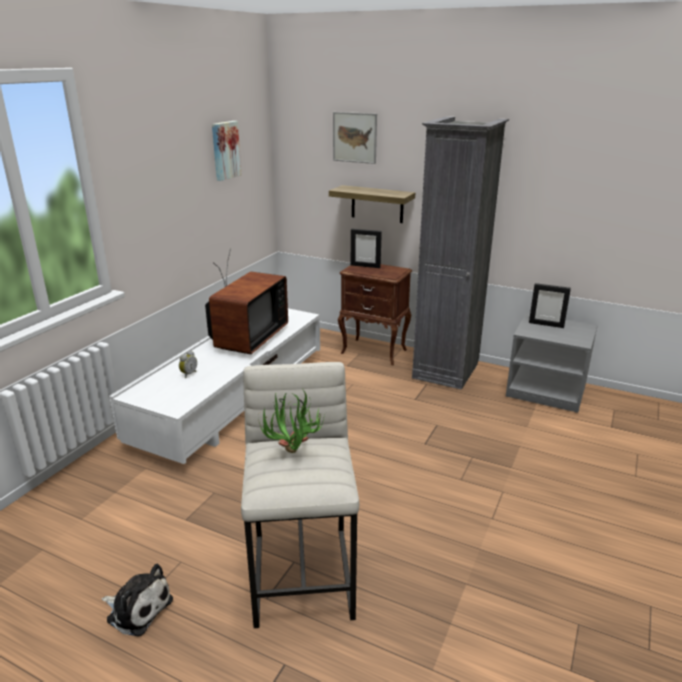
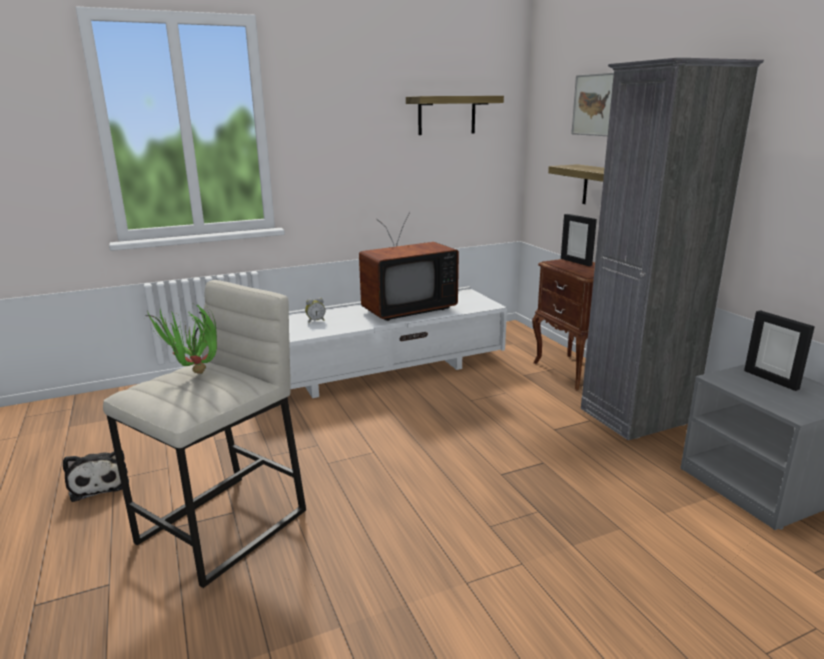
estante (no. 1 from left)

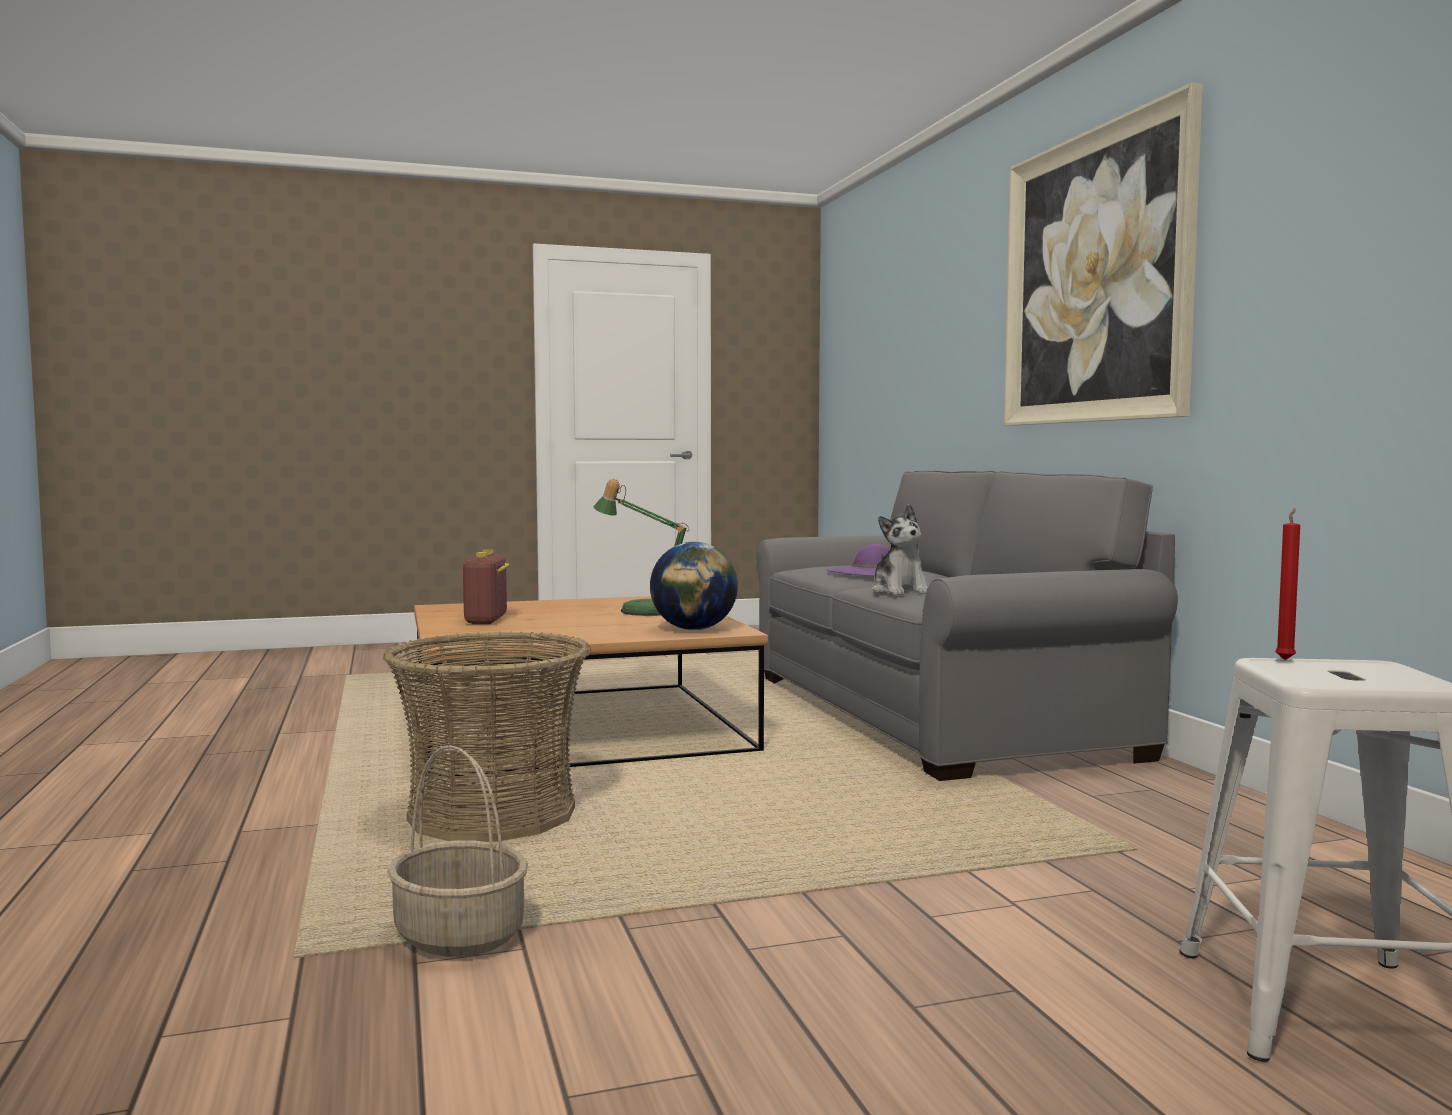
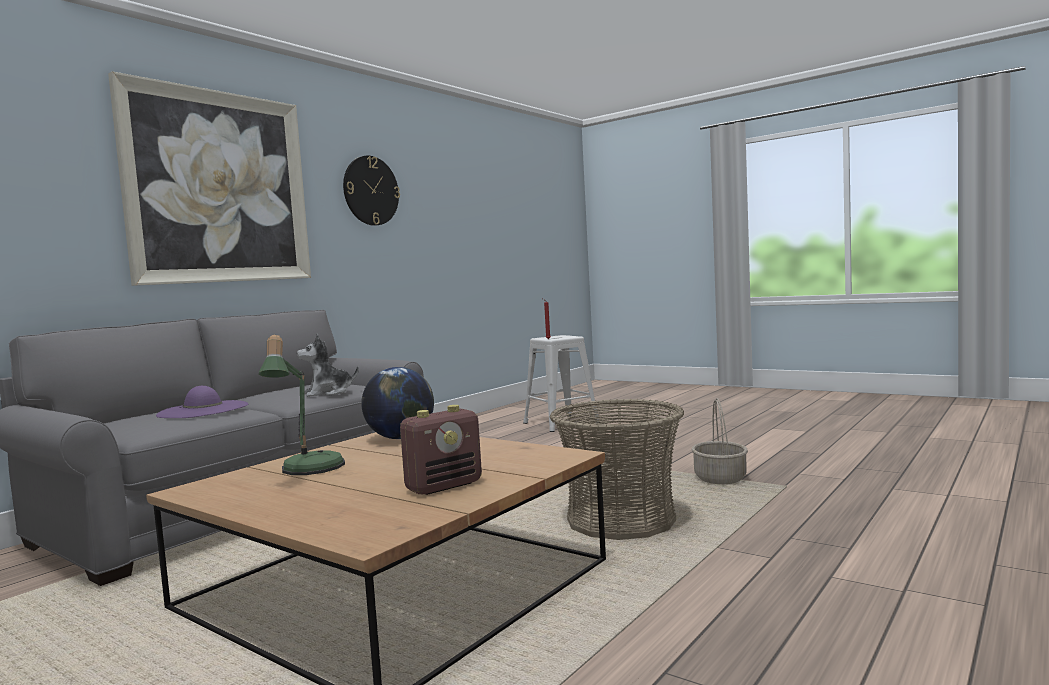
peluche
reloj de pared

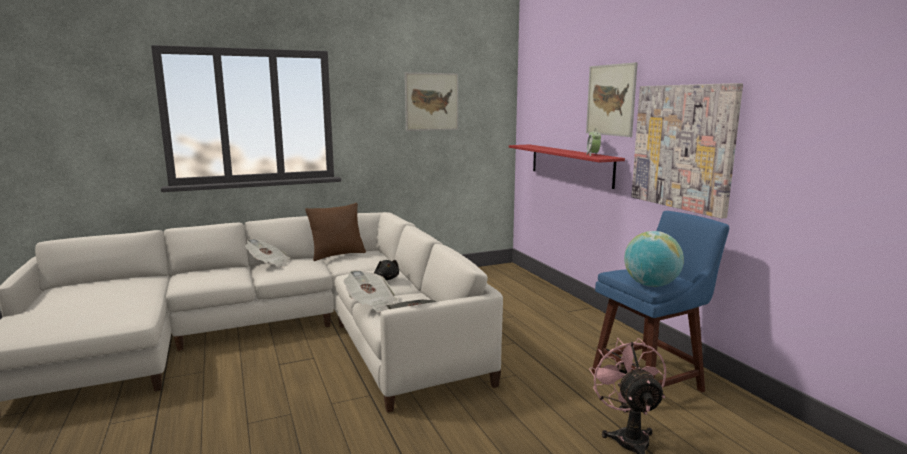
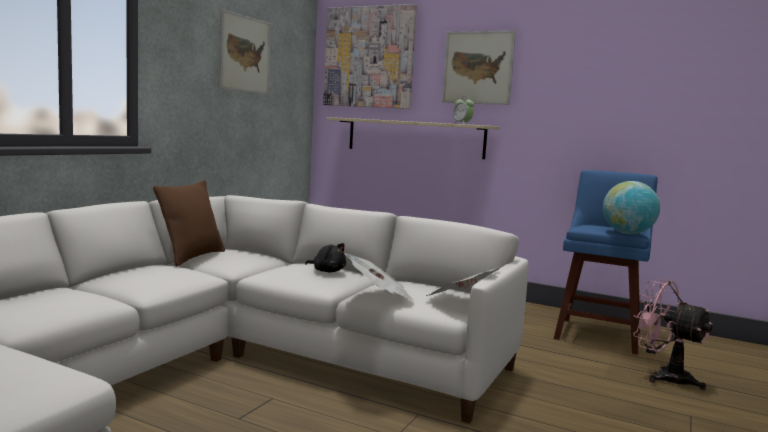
cuadro (no. 2 from left)
estante (beis)
periódico (no. 1 from left in the first image)

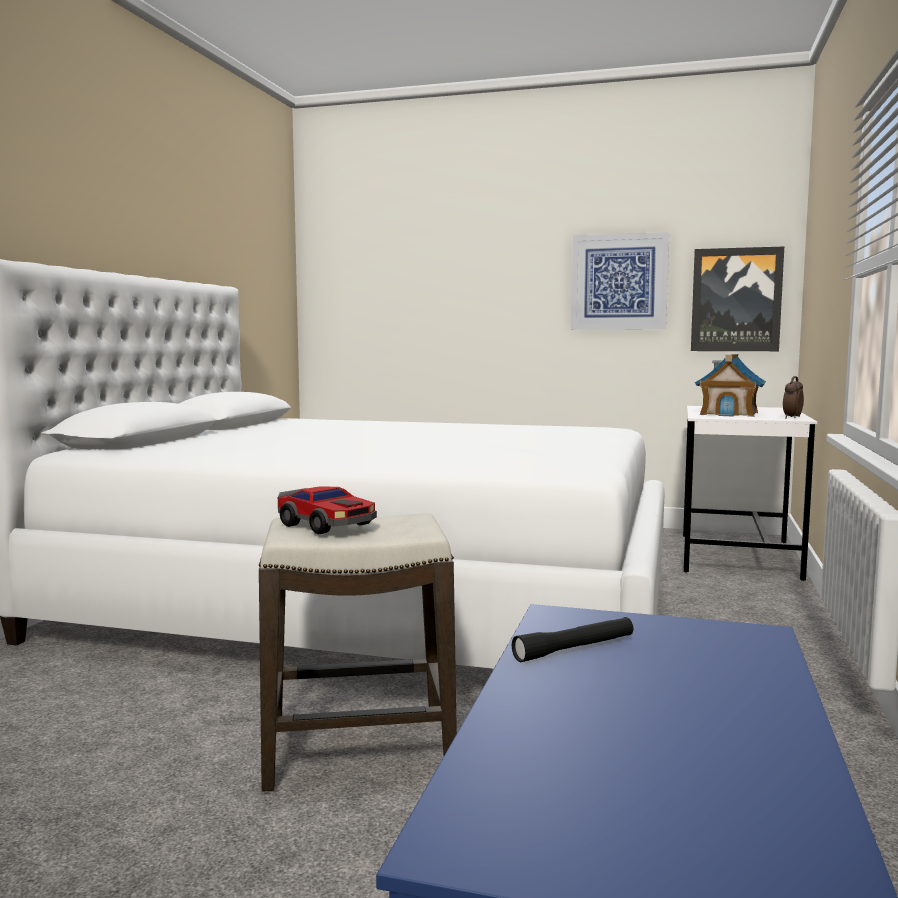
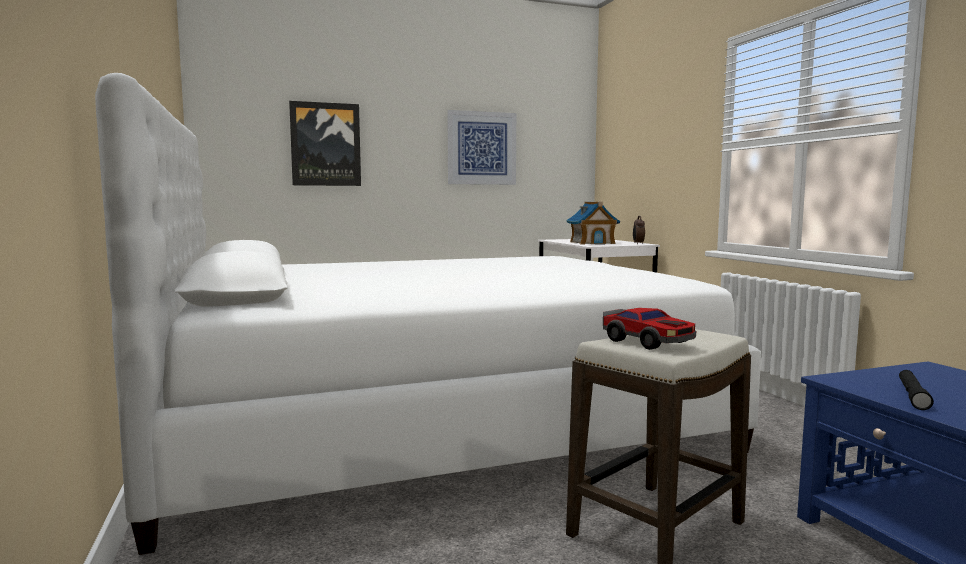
cuadro (no. 1 from left)
coche de juguete

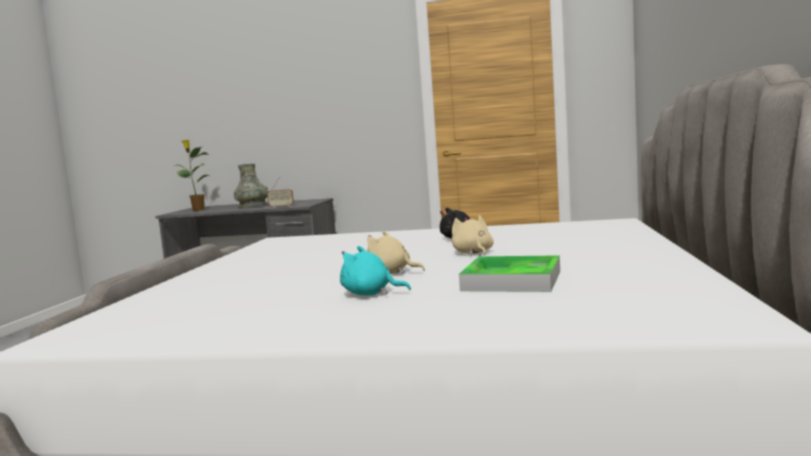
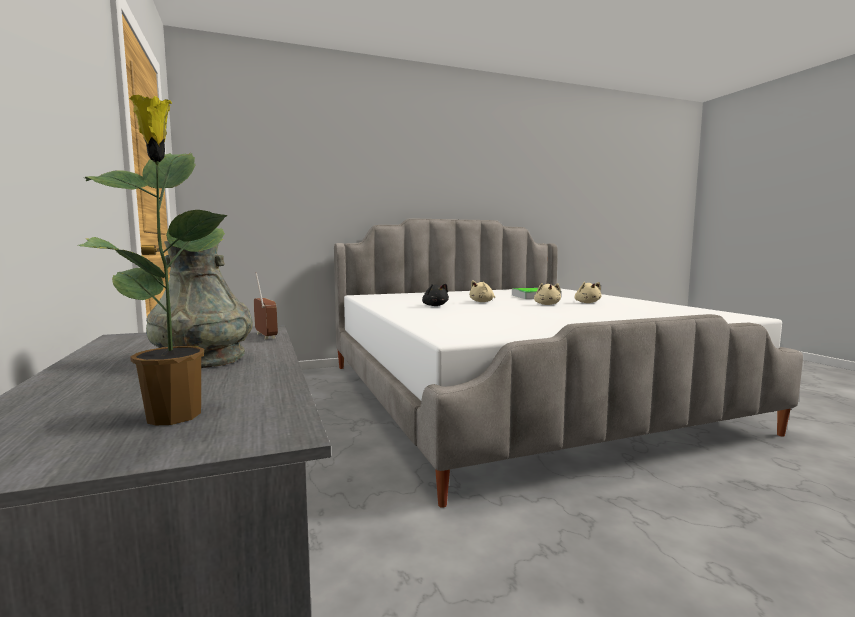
peluche (beis) (no. 3 from left)

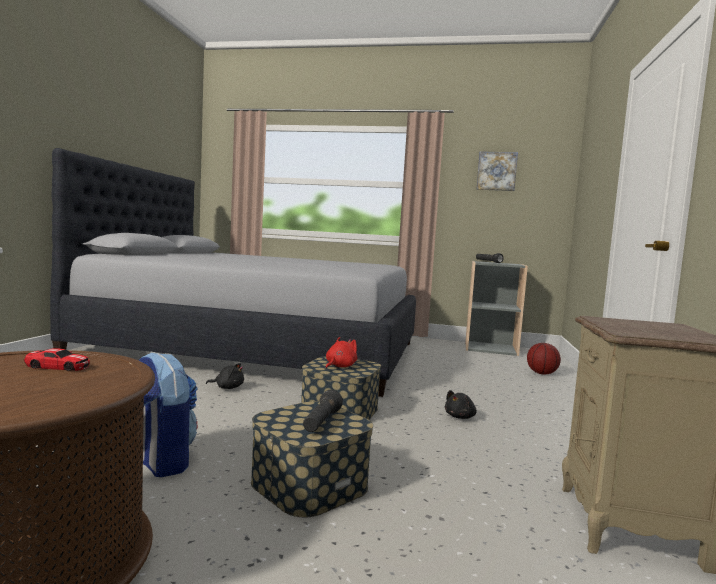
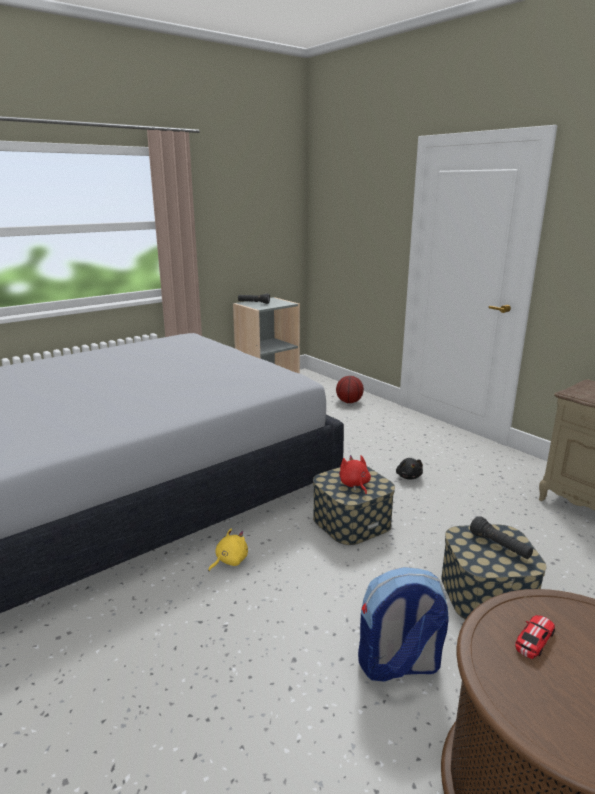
peluche (amarillo)
cuadro

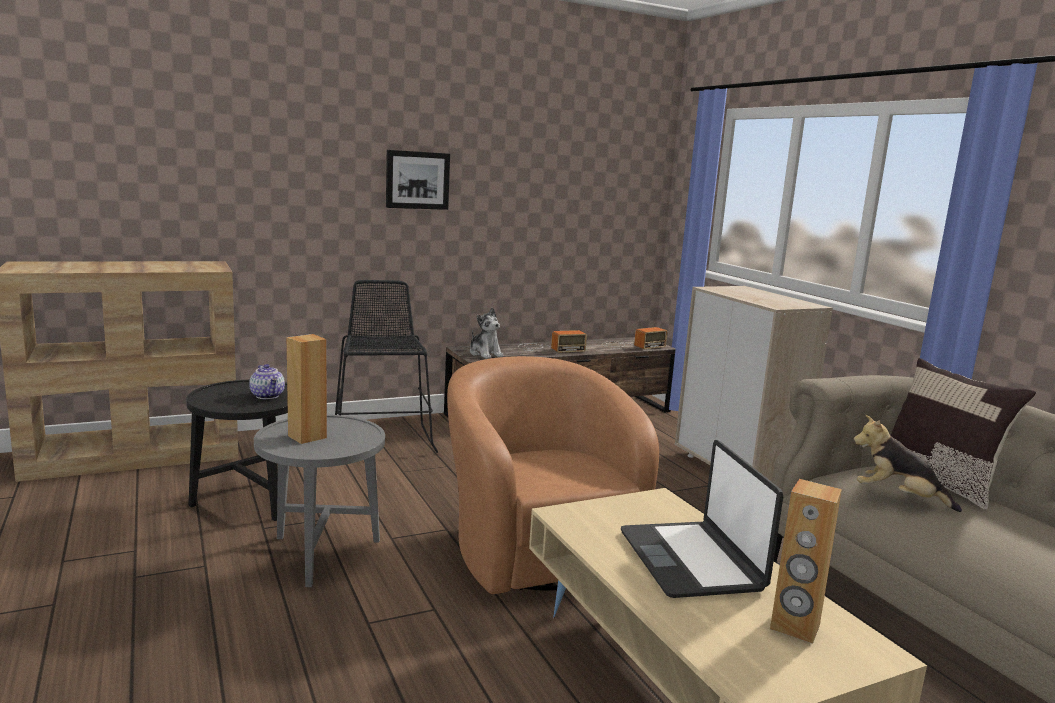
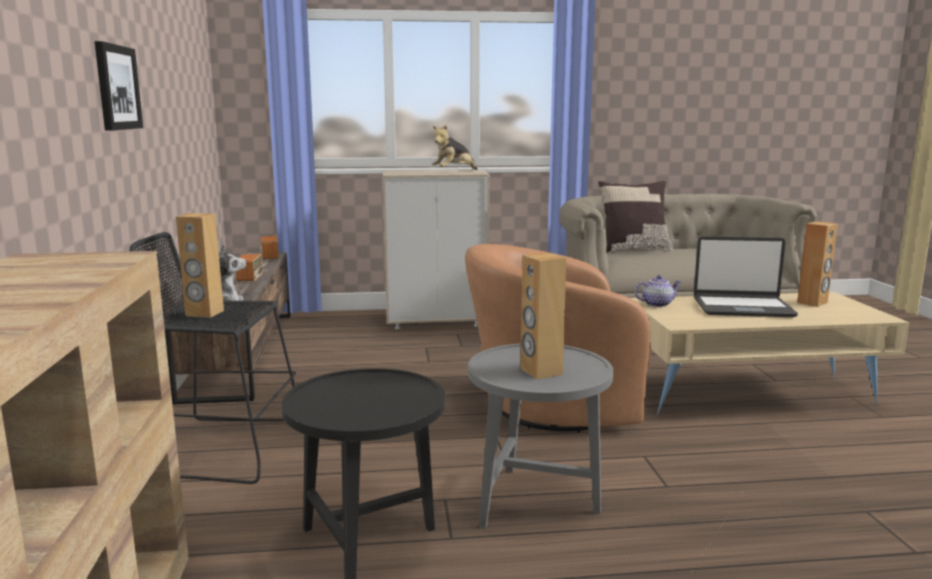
altavoz (marrón) (no. 1 from left)
peluche (no. 2 from left)
tetera

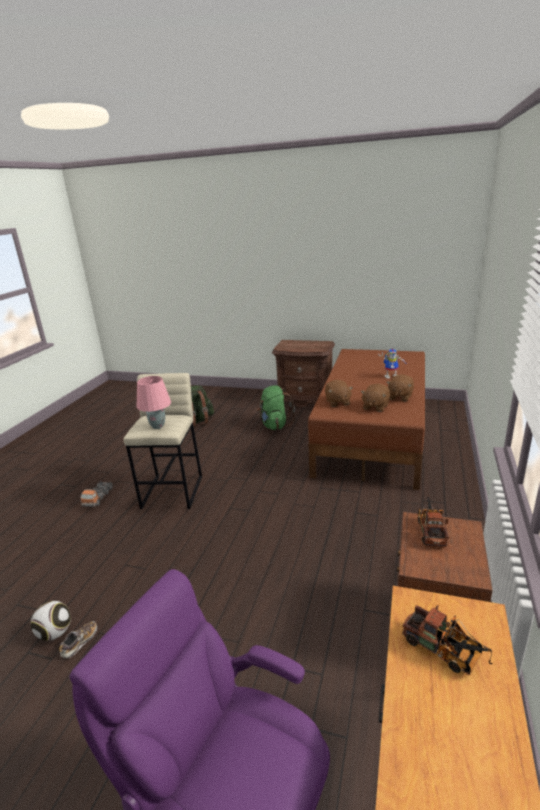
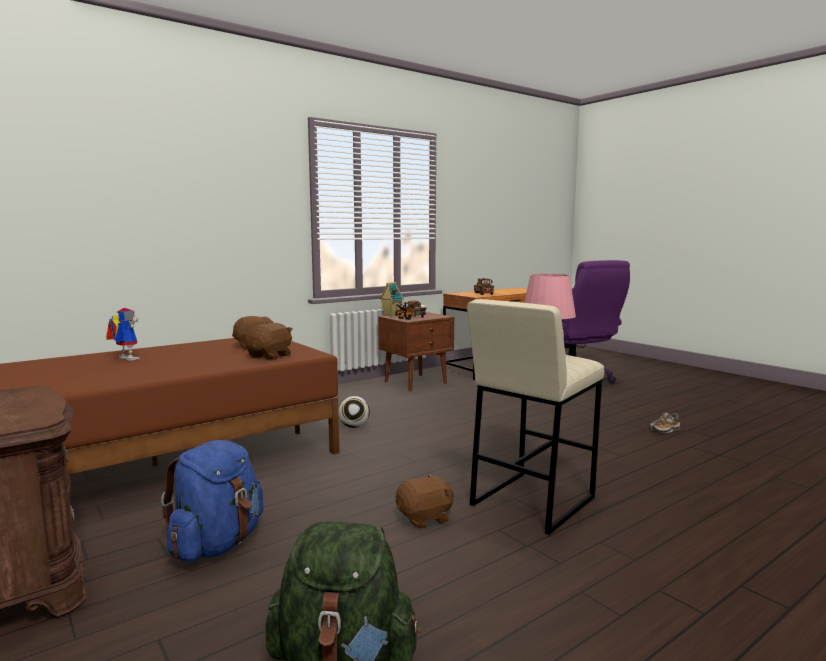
mochila (azul)
balón de fútbol
casita
peluche (marrón) (no. 3 from left)
camión de juguete (no. 1 from left in the first image)

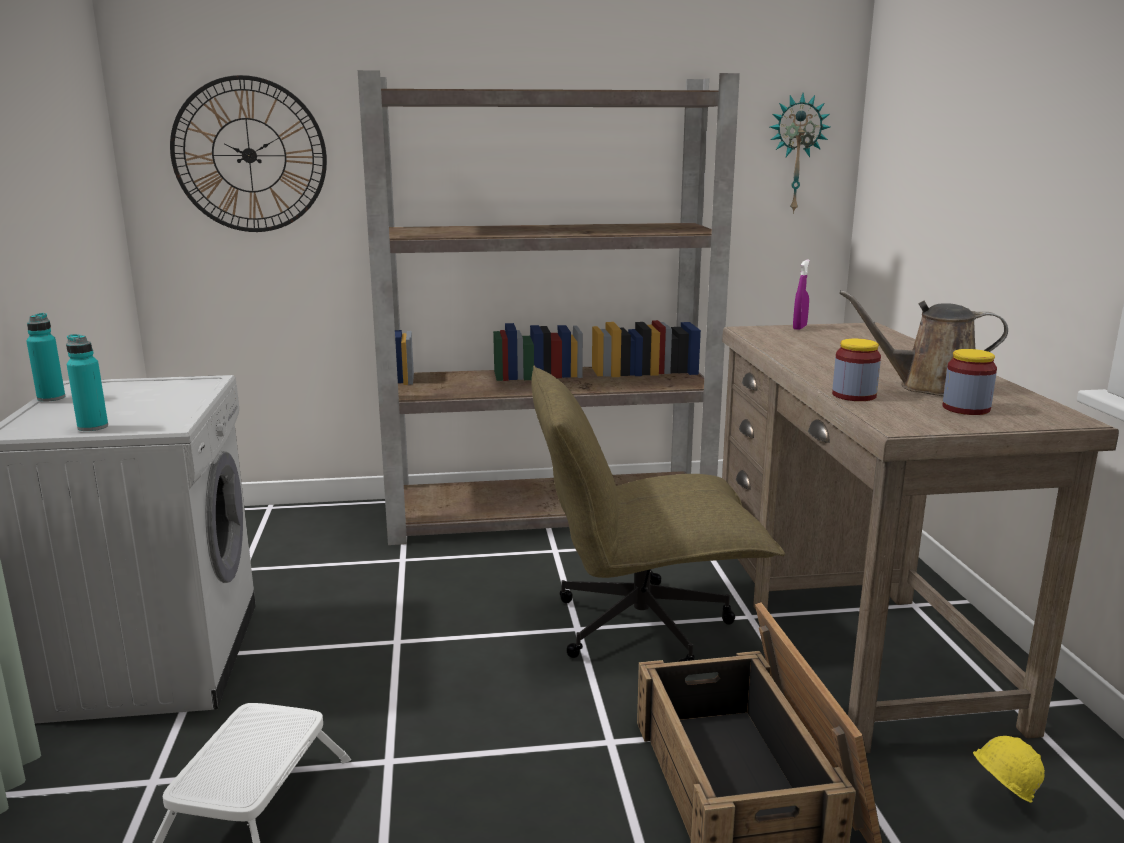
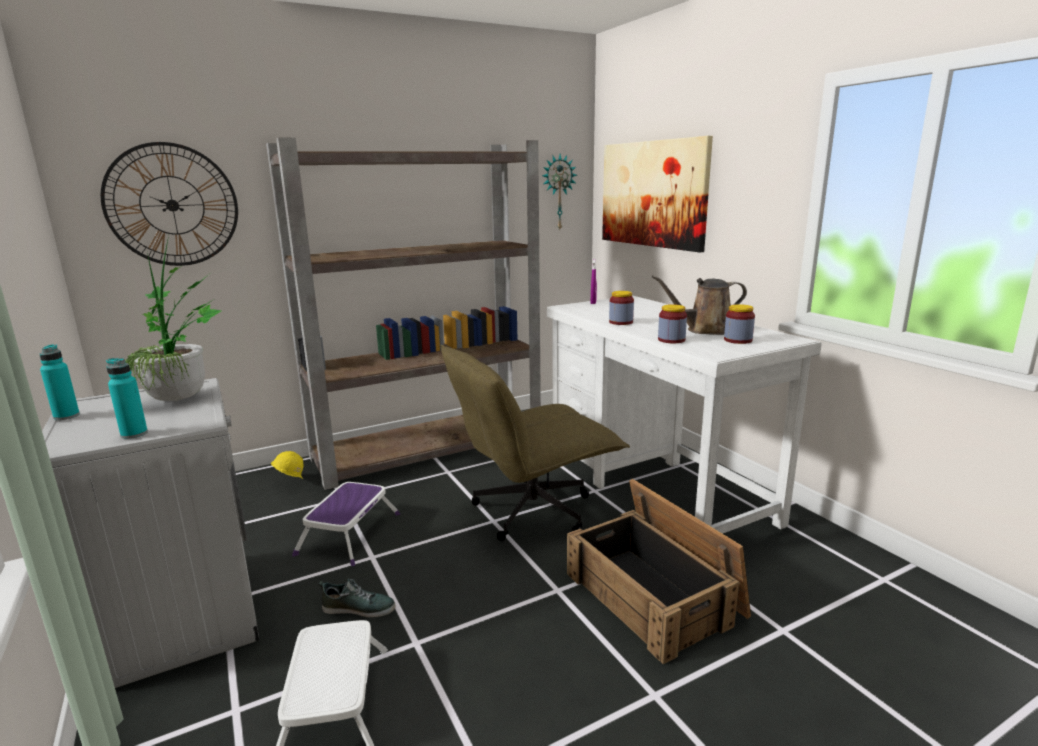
planta en maceta
casco (amarillo)
escalera de tijera (morado)
zapato
escritorio (blanco)
cuadro
tarro (no. 1 from left)

